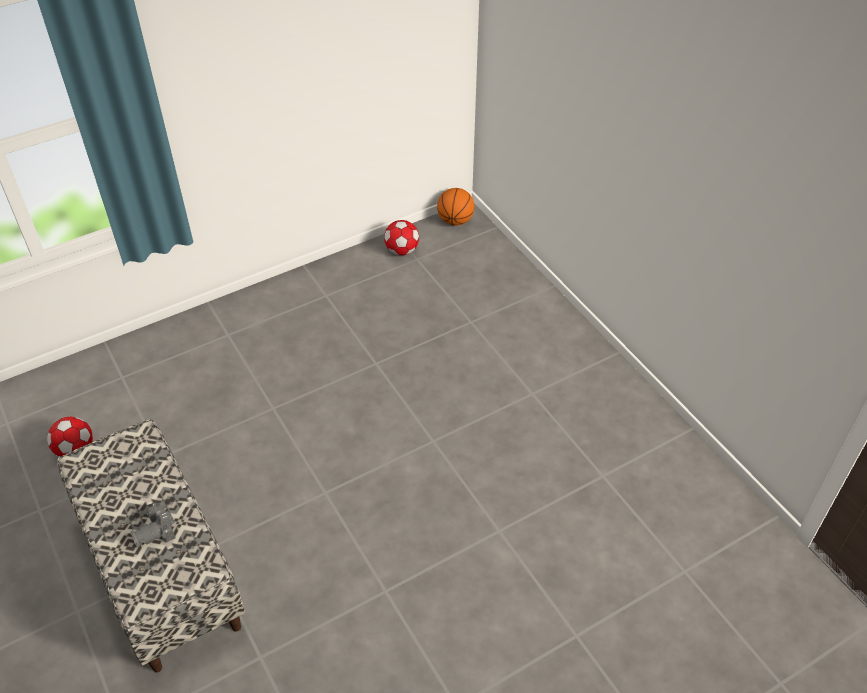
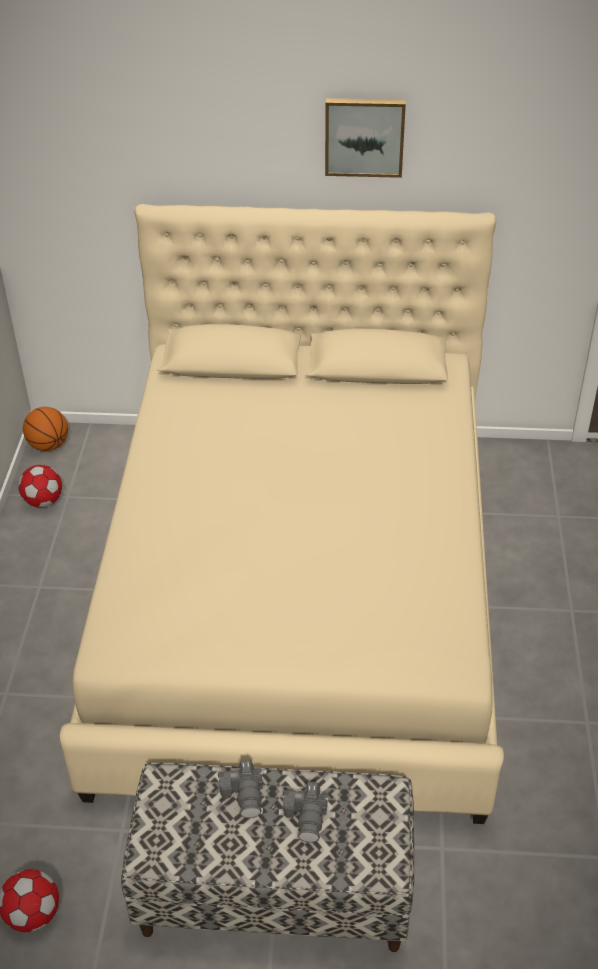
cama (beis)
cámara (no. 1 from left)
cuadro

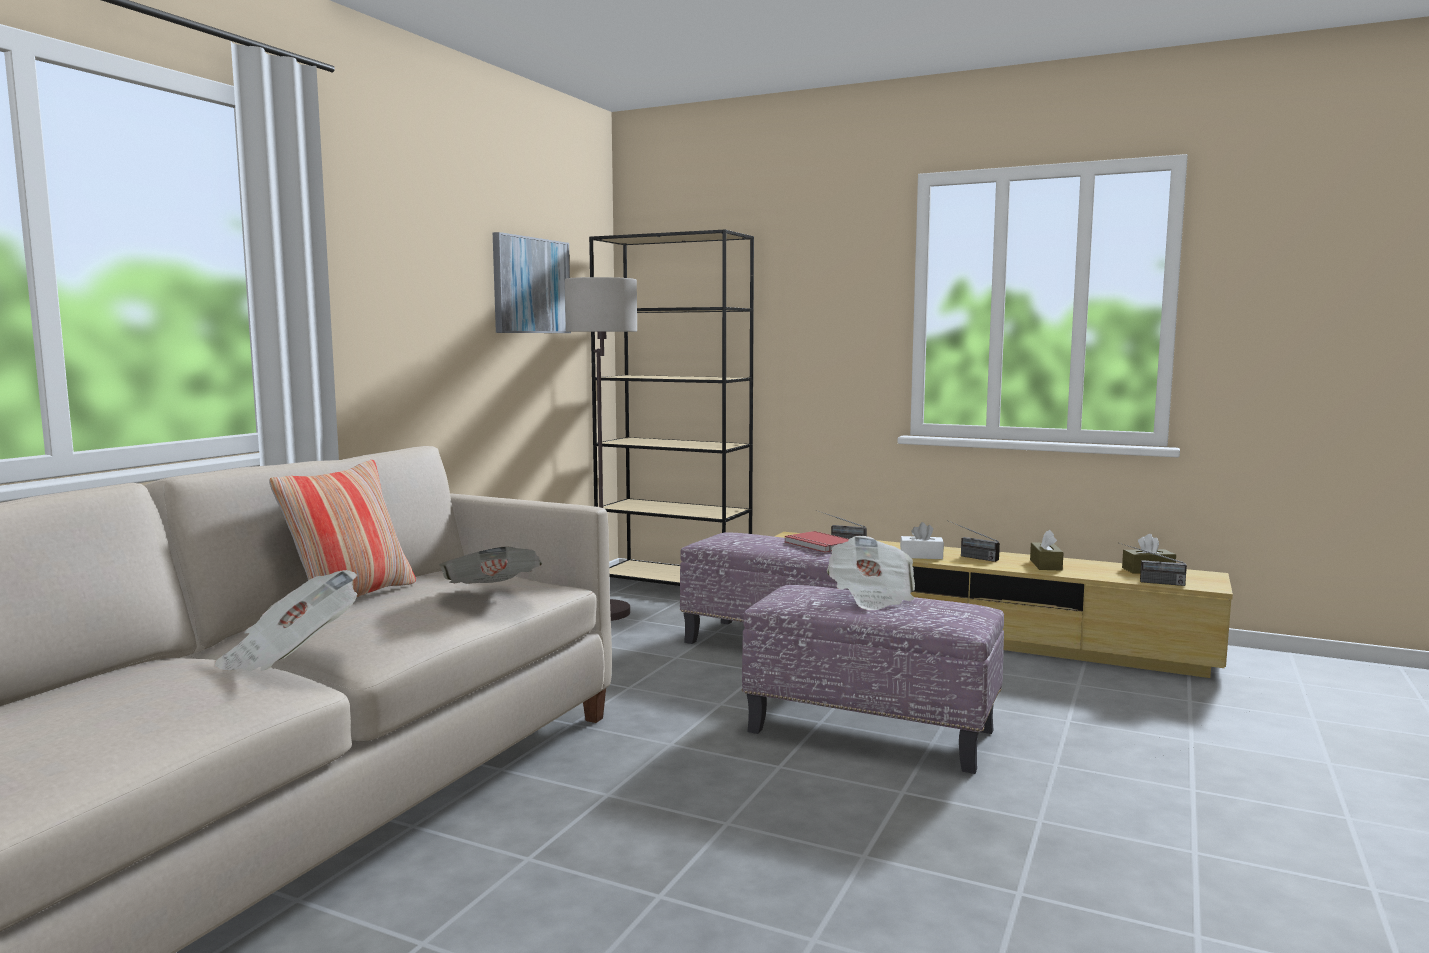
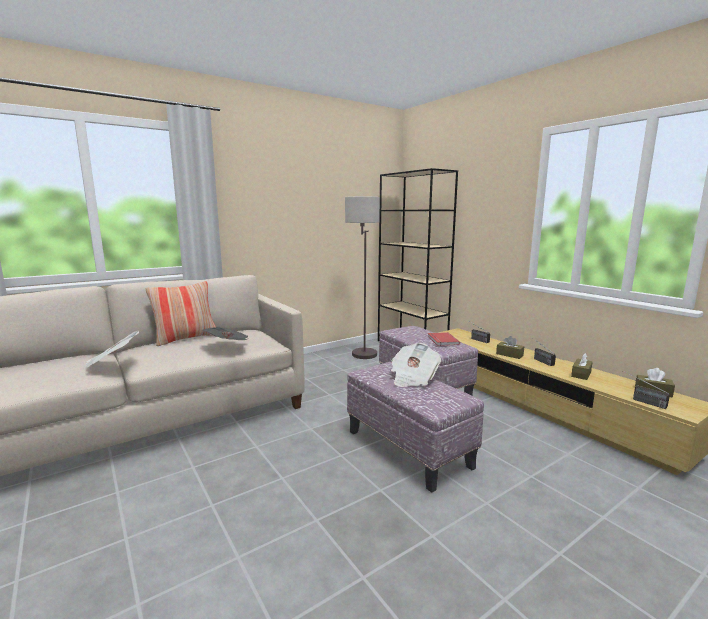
caja de pañuelos (marrón) (no. 1 from left)
cuadro

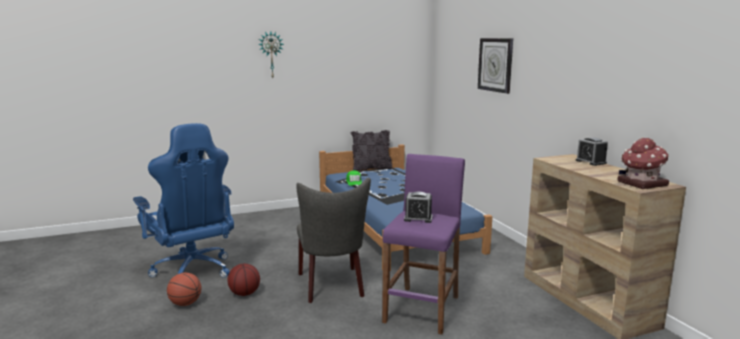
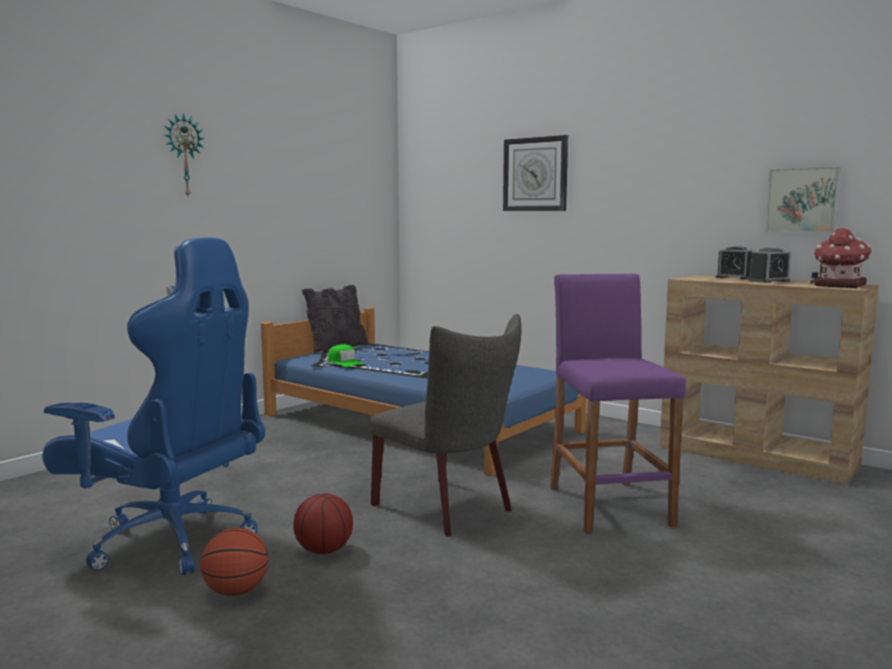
despertador (no. 2 from left)
cuadro

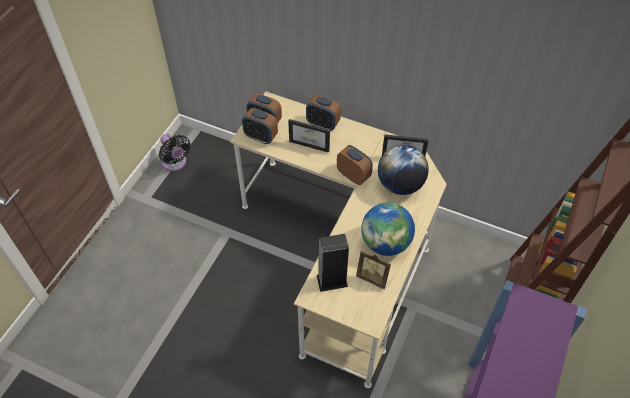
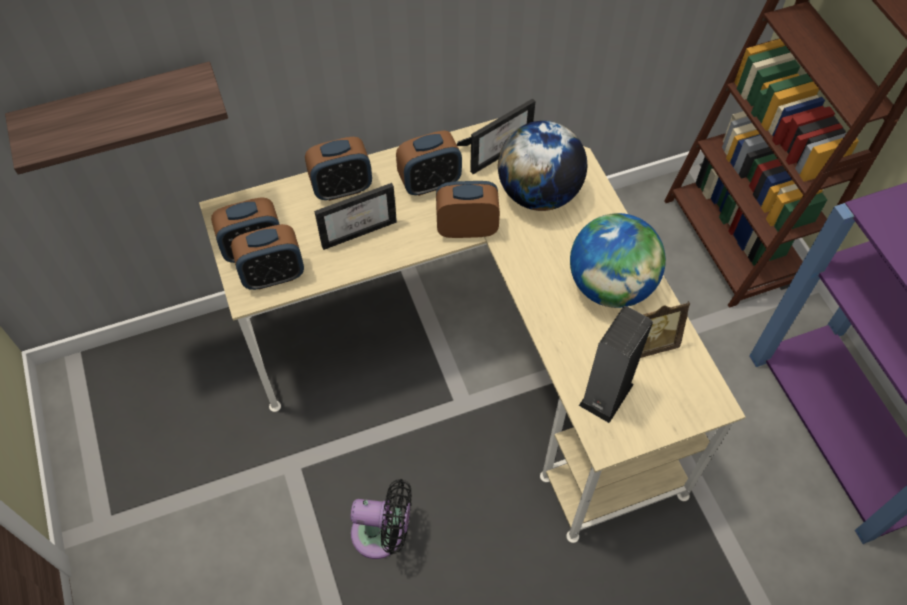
estante
ventilador (negro)
despertador (no. 4 from left)

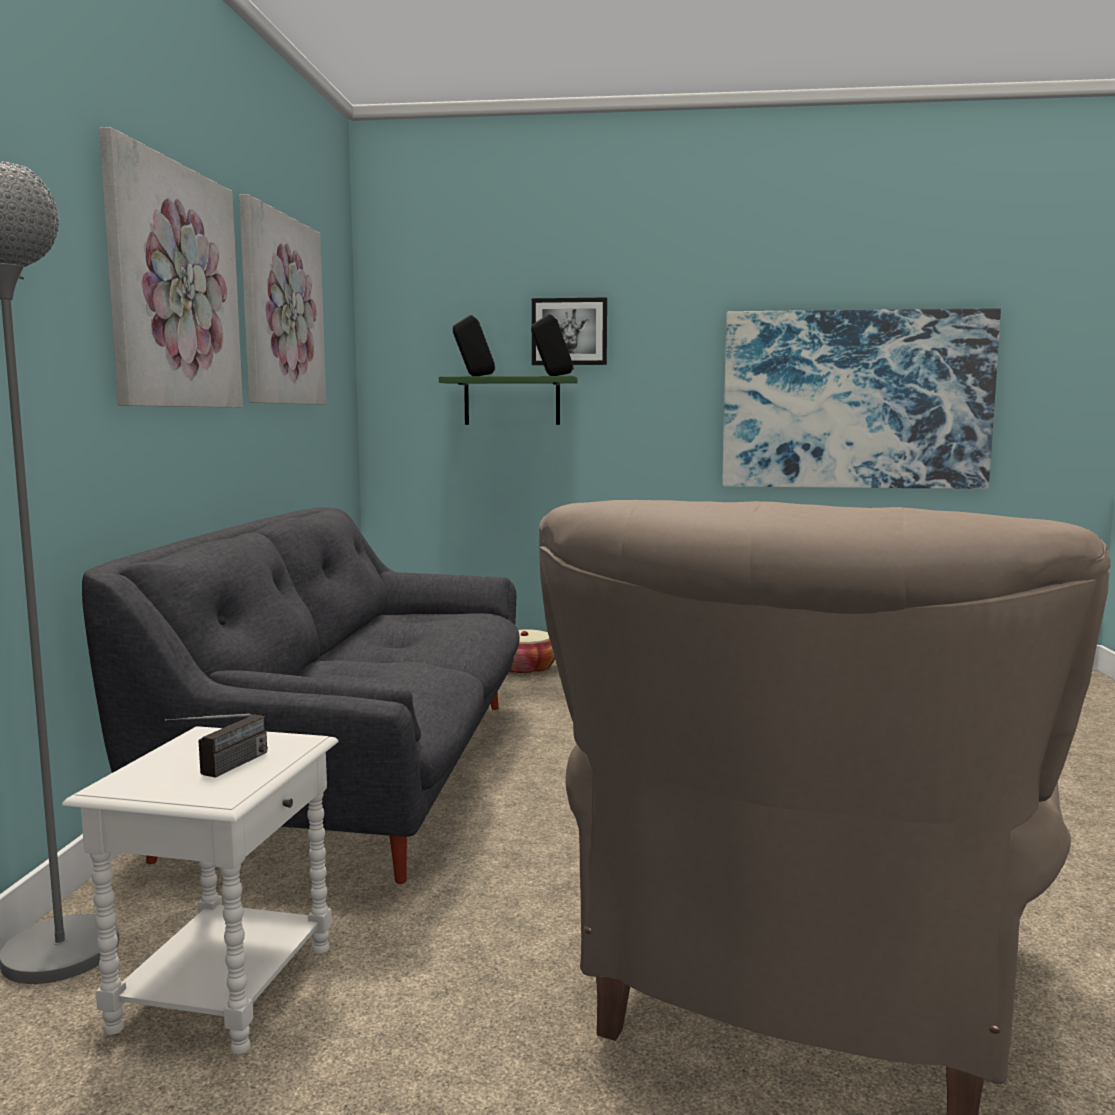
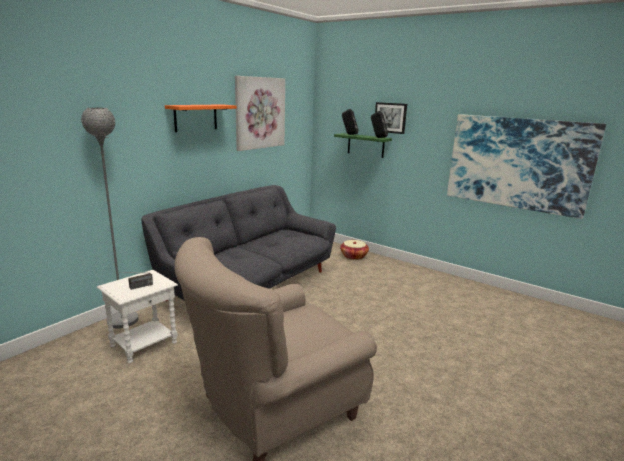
estante (naranja)

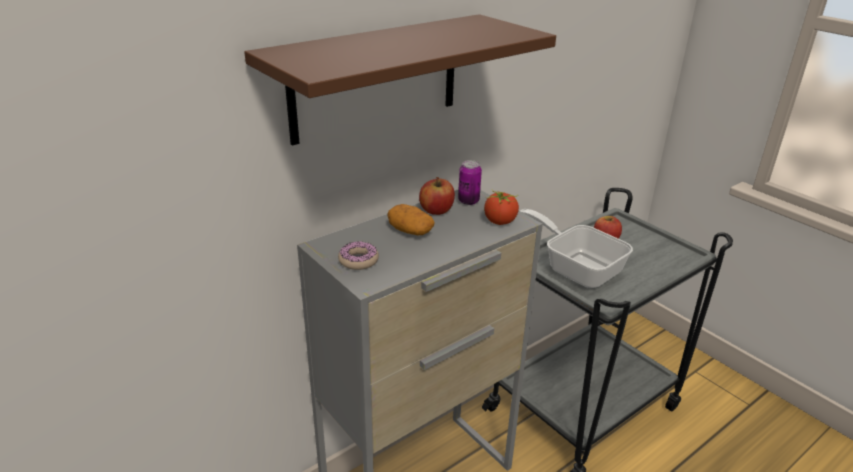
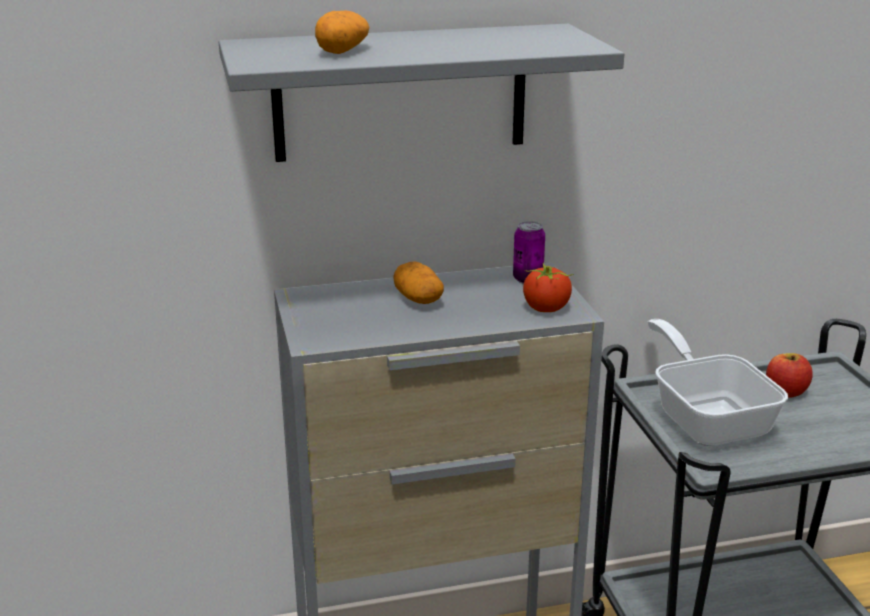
estante (gris)
patata (no. 1 from left)
rosquilla
manzana (no. 1 from left in the first image)

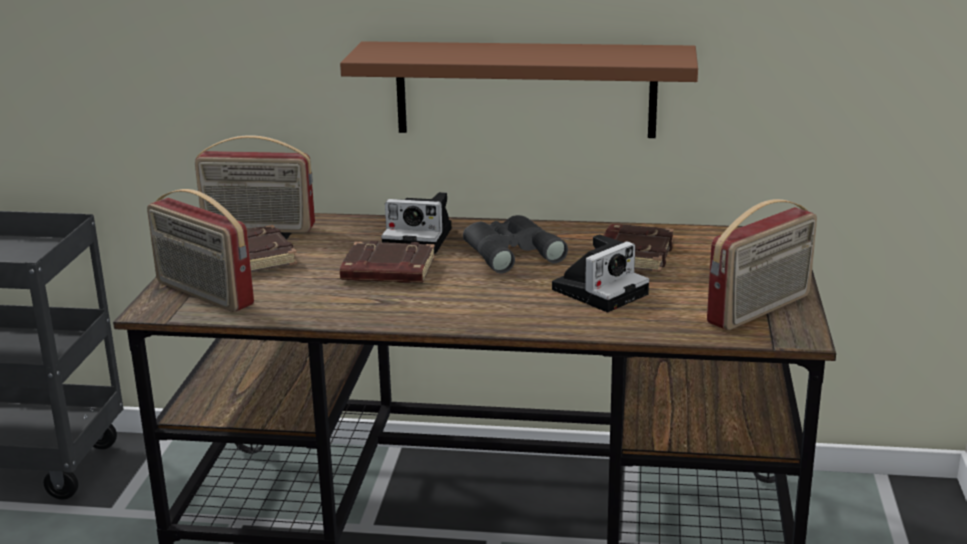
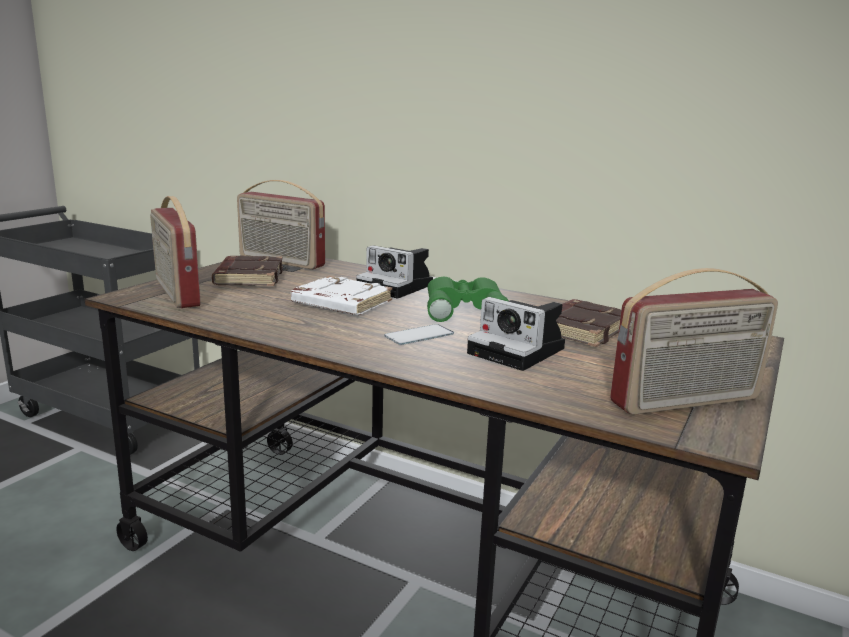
libro (blanco)
móvil
prismáticos (verde)
cámara (no. 2 from left)
estante (marrón)

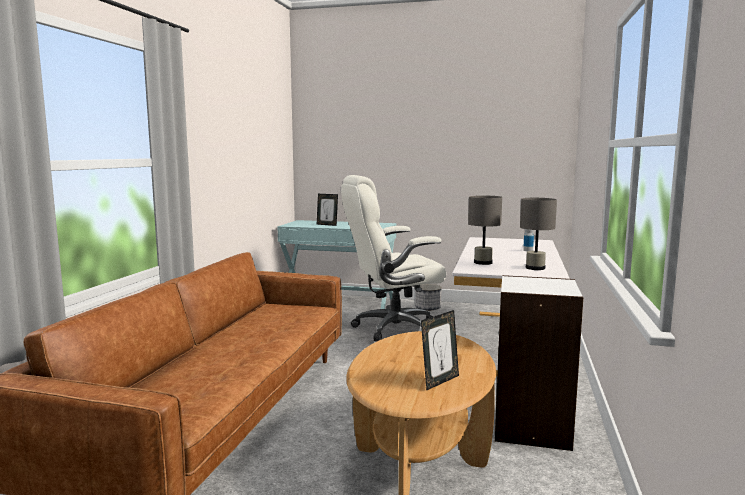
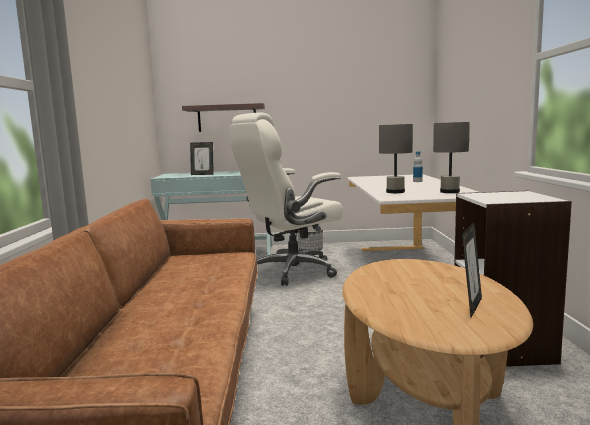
estante

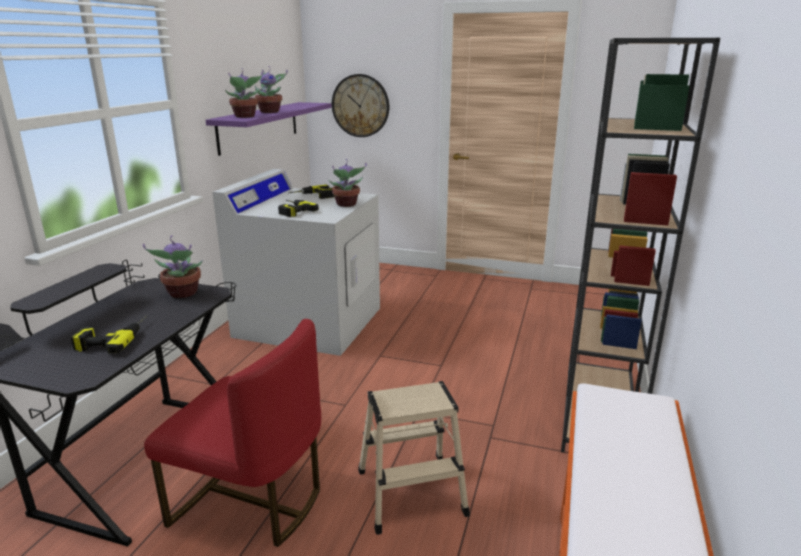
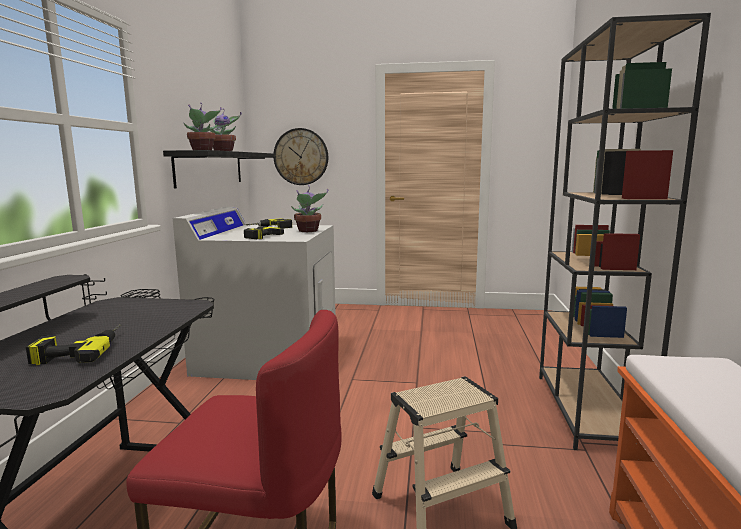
estante (negro)
planta en maceta (no. 1 from left in the first image)

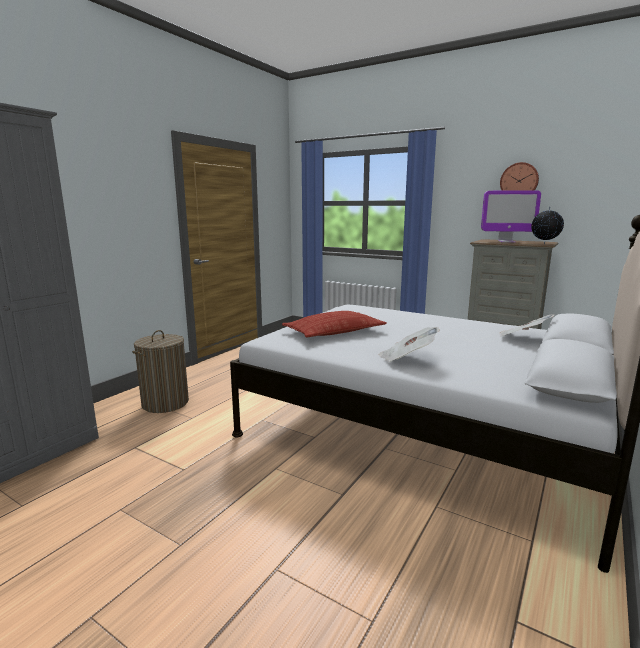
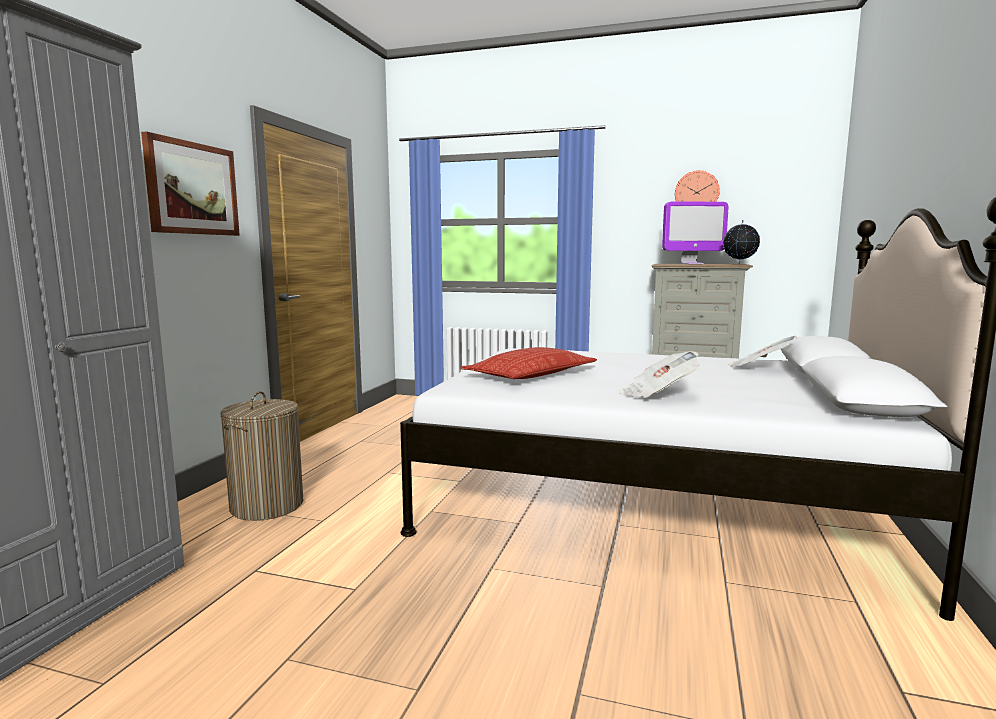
cuadro

